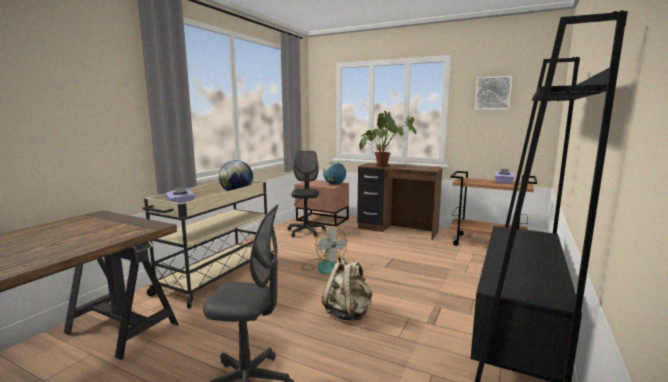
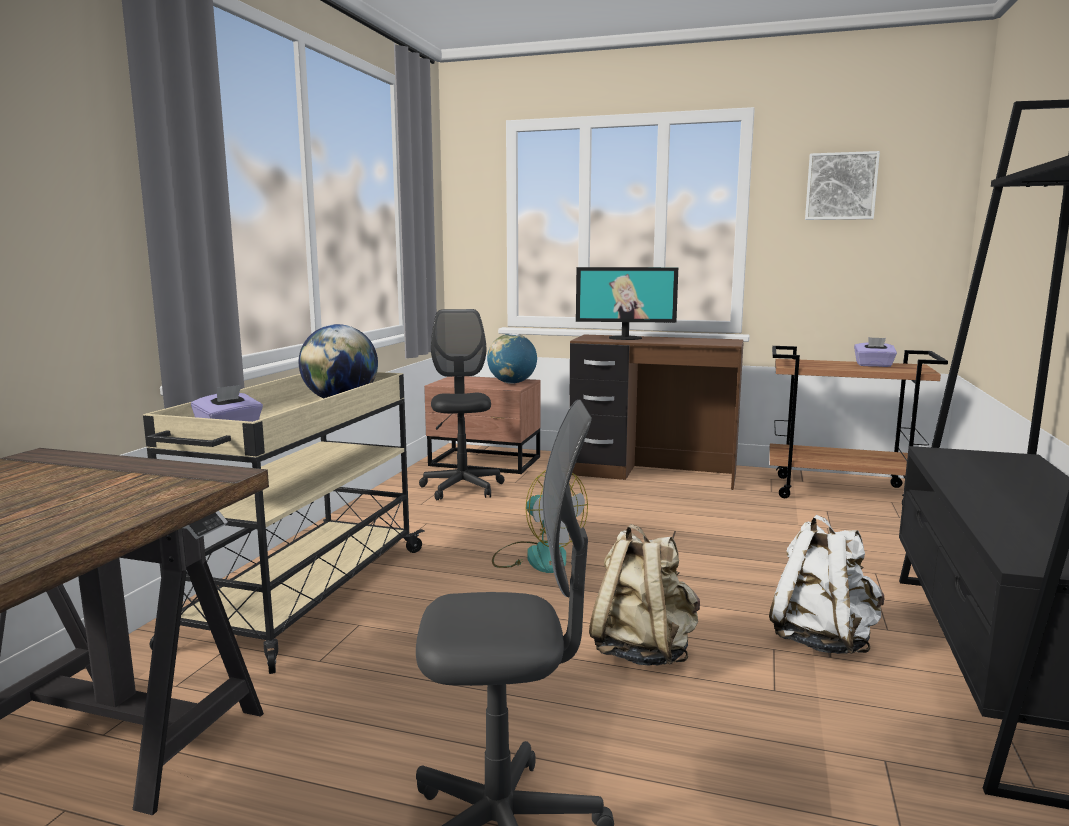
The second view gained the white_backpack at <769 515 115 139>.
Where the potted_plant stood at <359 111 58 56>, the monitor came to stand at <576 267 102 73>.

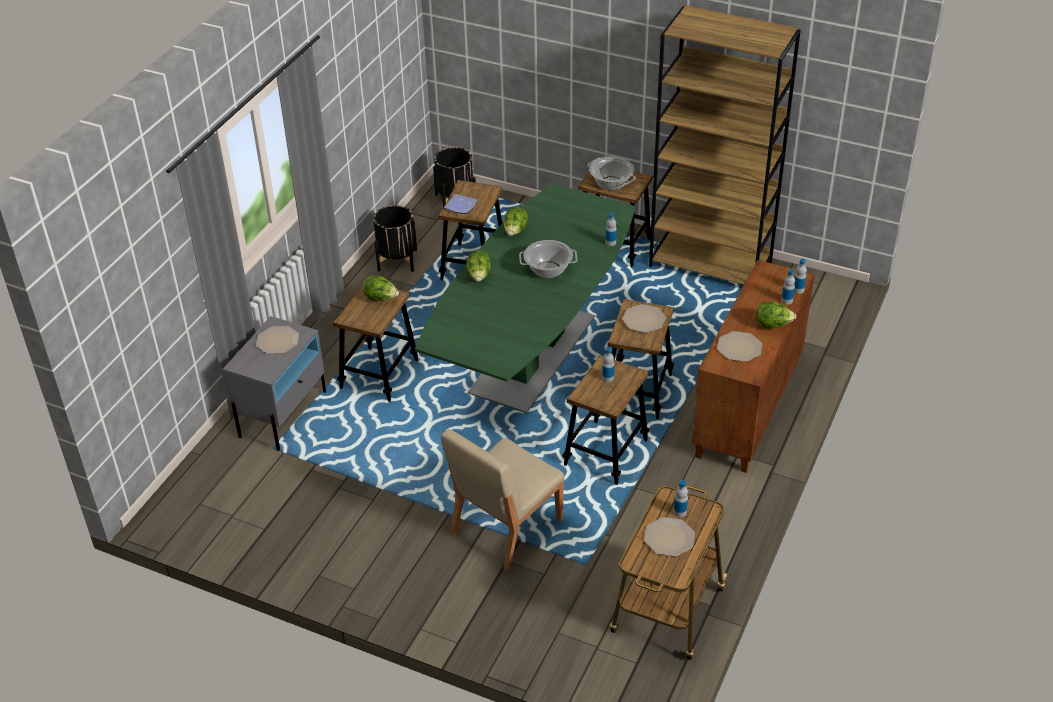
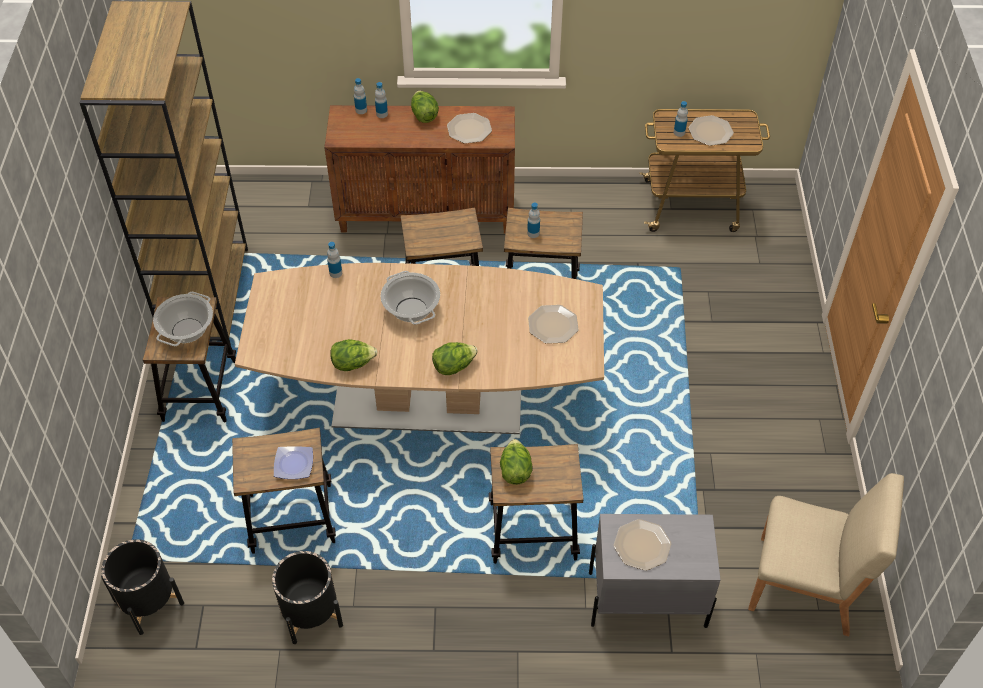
The beige_chair ended up elsewhere, having gone from <440 429 125 142> to <748 473 156 164>.
The plate ended up elsewhere, having gone from <622 304 44 29> to <528 305 51 39>.
What was the green_dining_table at <415 183 220 230> turned into the brown_dining_table at <235 263 369 171>.

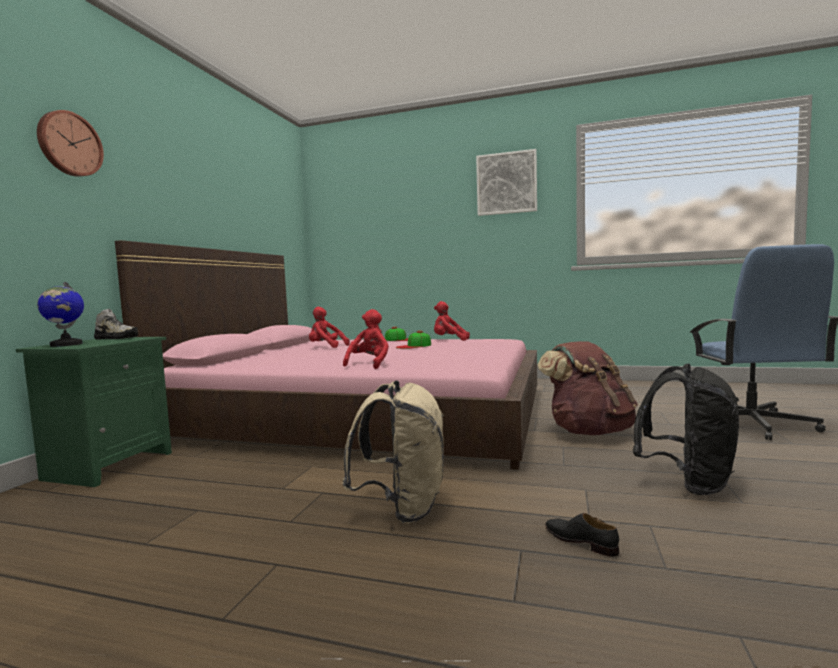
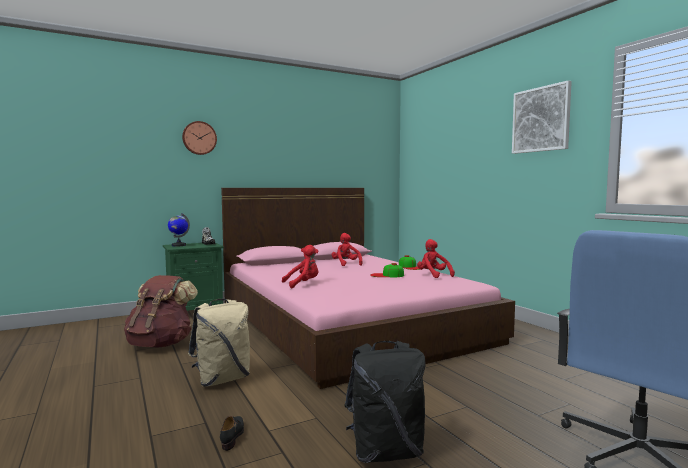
The brown_backpack ended up elsewhere, having gone from <538 341 100 94> to <124 275 74 72>.

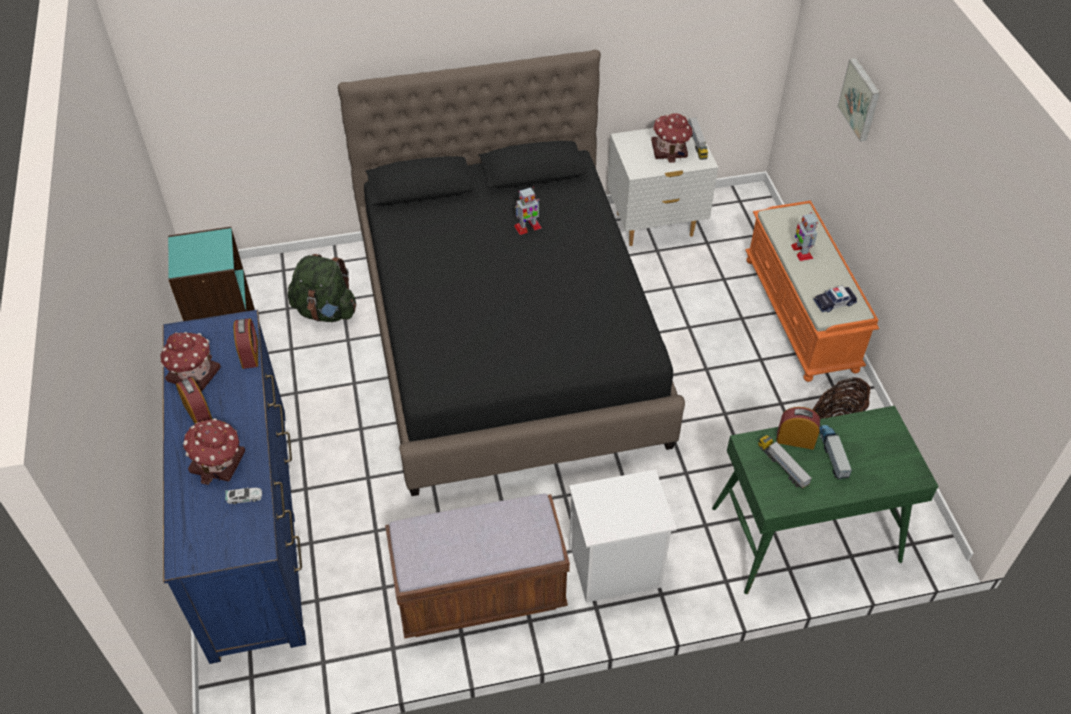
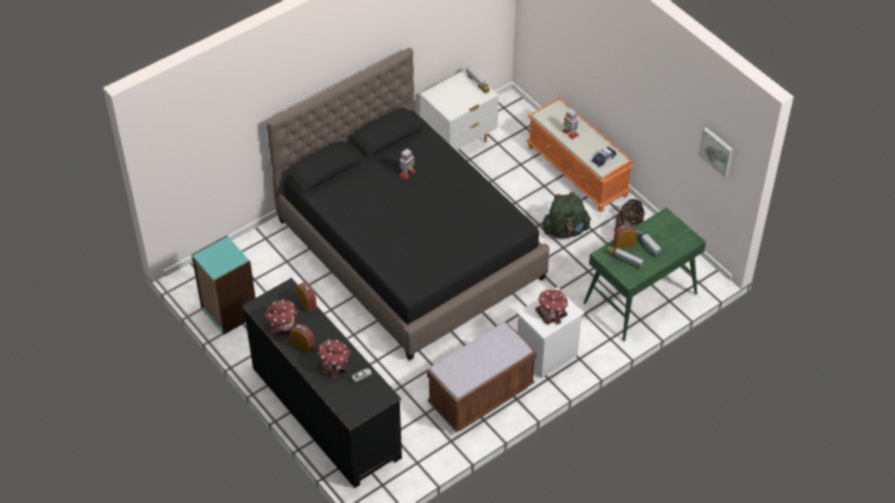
The green_backpack ended up elsewhere, having gone from <288 254 68 68> to <542 192 49 46>.
The toy_house ended up elsewhere, having gone from <651 113 42 50> to <535 289 33 36>.
The picture ended up elsewhere, having gone from <837 58 43 84> to <699 127 34 51>.
What was the blue_dresser at <163 310 143 354> turned into the black_dresser at <242 278 160 210>.

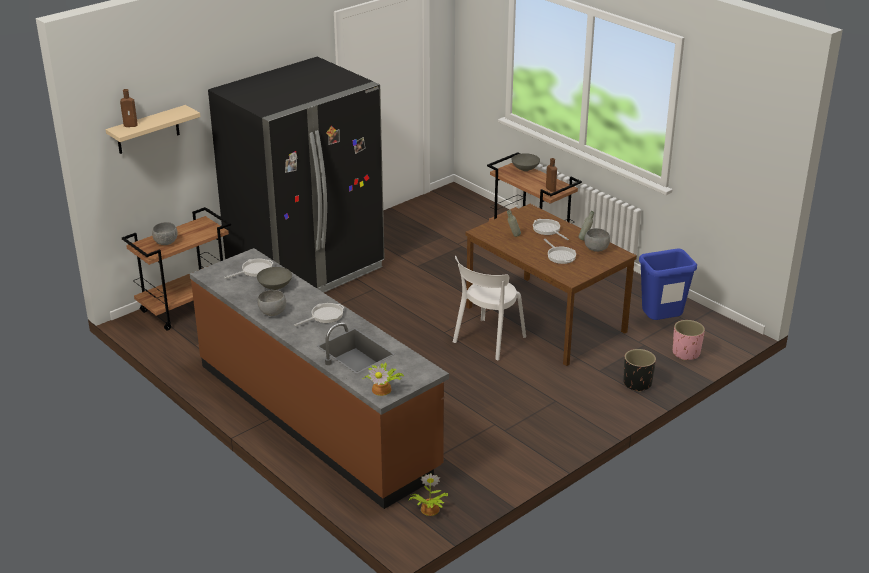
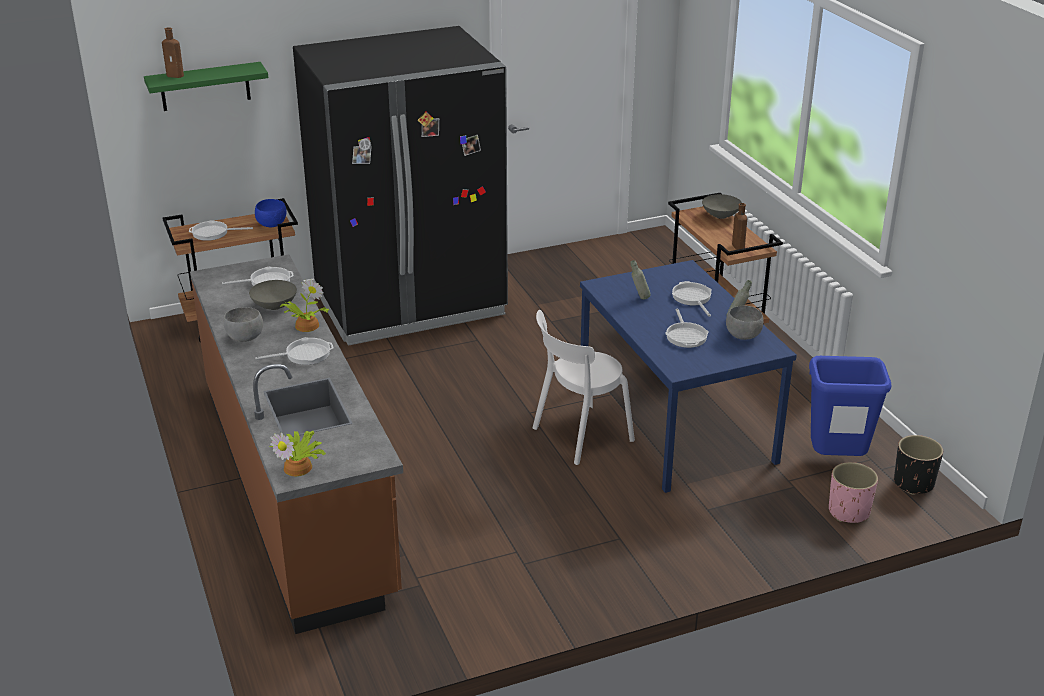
The second view gained the blue_bowl at <255 199 31 28>.
The potted_plant ended up elsewhere, having gone from <409 473 39 43> to <280 279 49 53>.
The black_planter ended up elsewhere, having gone from <623 349 33 43> to <894 435 49 60>.
Where the grey_bowl stood at <152 222 26 23>, the frying_pan came to stand at <189 220 64 21>.
What was the beige_shelf at <105 105 95 49> turned into the green_shelf at <144 62 125 49>.
What was the brown_dining_table at <466 204 171 162> turned into the blue_dining_table at <580 260 217 233>.

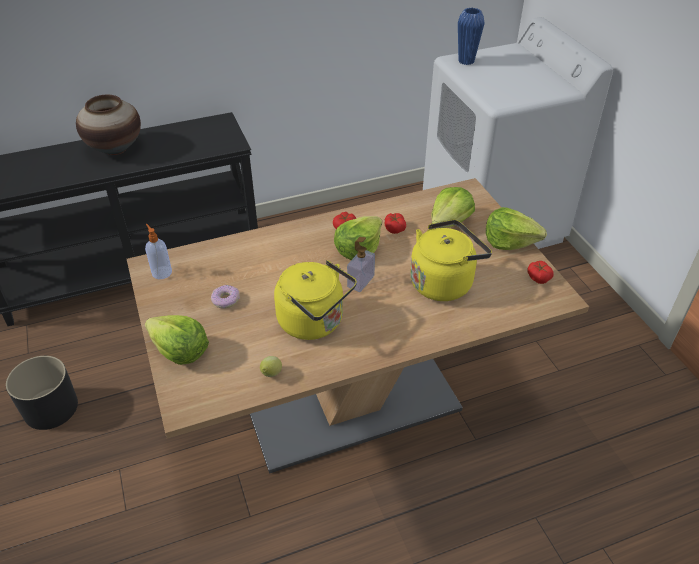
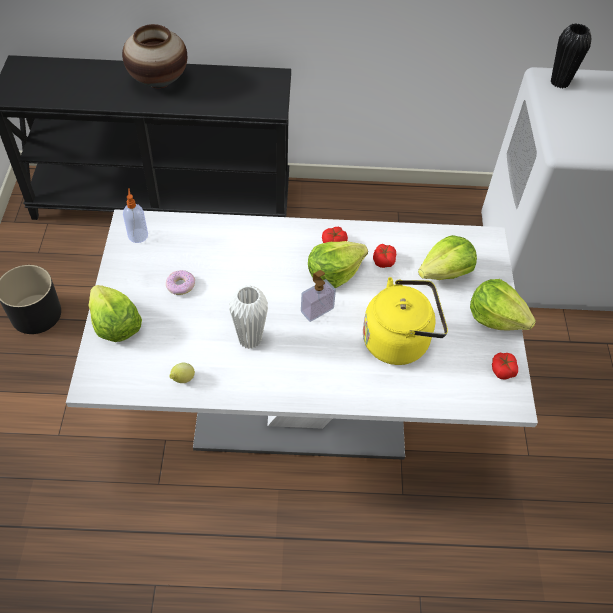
Where the yellow_kettle stood at <274 260 83 80>, the white_vase came to stand at <229 285 39 64>.
What was the brown_dining_table at <127 178 462 296> turned into the white_dining_table at <66 209 472 251>.
What was the blue_vase at <458 8 27 57> turned into the black_vase at <551 23 40 65>.

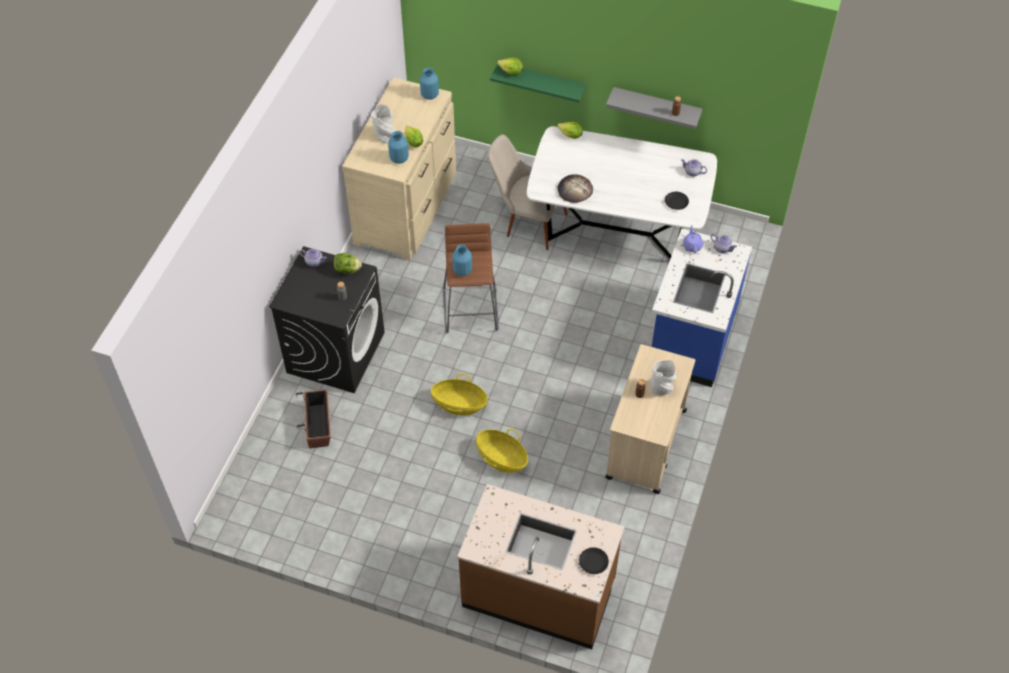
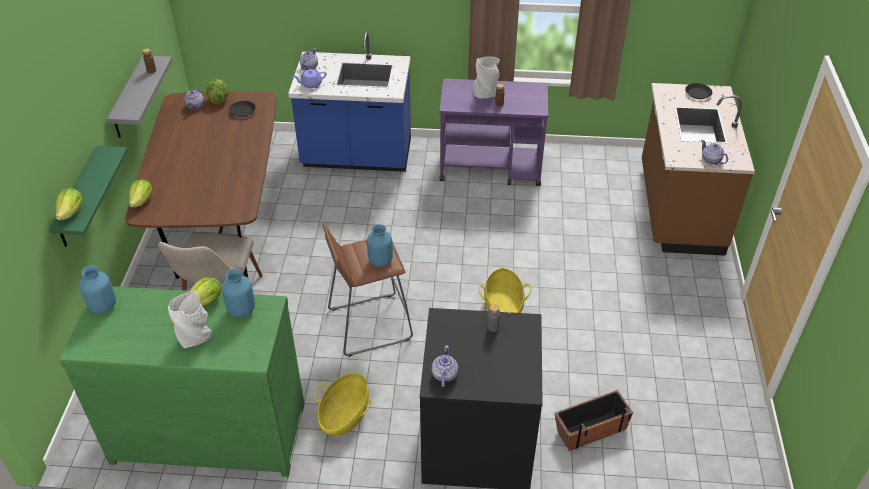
The second view lost the bread at <558 174 35 29>.
The second view gained the teapot at <701 140 27 24>.
The lettuce ended up elsewhere, having gone from <334 253 28 21> to <206 79 22 25>.
The basket ended up elsewhere, having gone from <476 429 52 44> to <314 373 57 63>.
What was the beige_dresser at <342 77 114 184> turned into the green_dresser at <59 286 246 191>.
What was the white_dining_table at <527 126 190 133> turned into the brown_dining_table at <125 91 152 188>.
What was the beige_cart at <605 344 90 150> turned into the purple_cart at <439 79 109 107>.

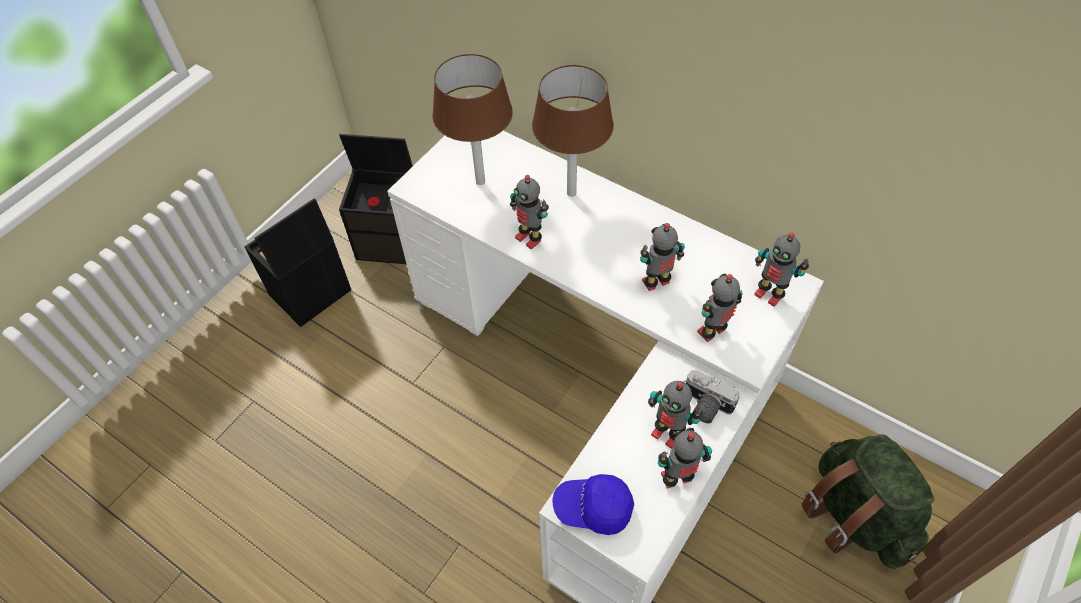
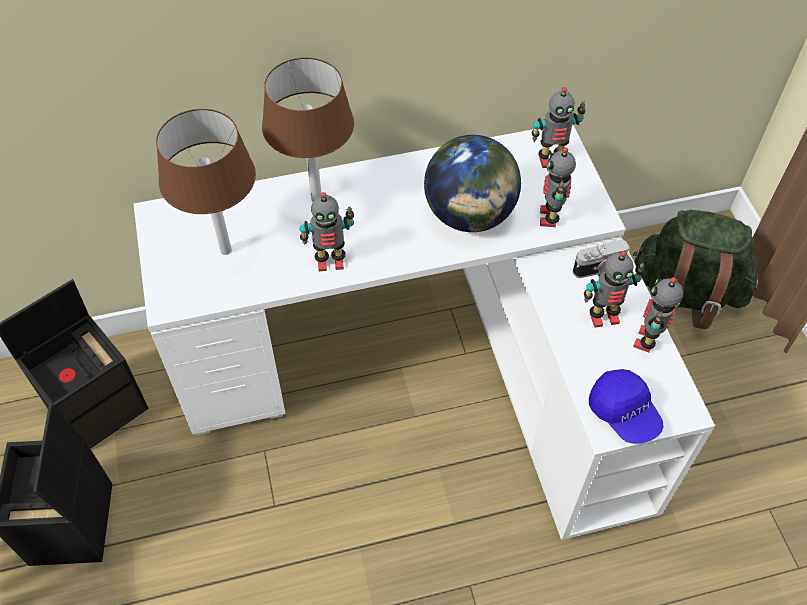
Where the toy_robot stood at <640 223 45 68>, the globe came to stand at <424 135 97 97>.
The blue_cap at <552 474 82 61> ended up facing another way, 75 degrees counterclockwise from before.

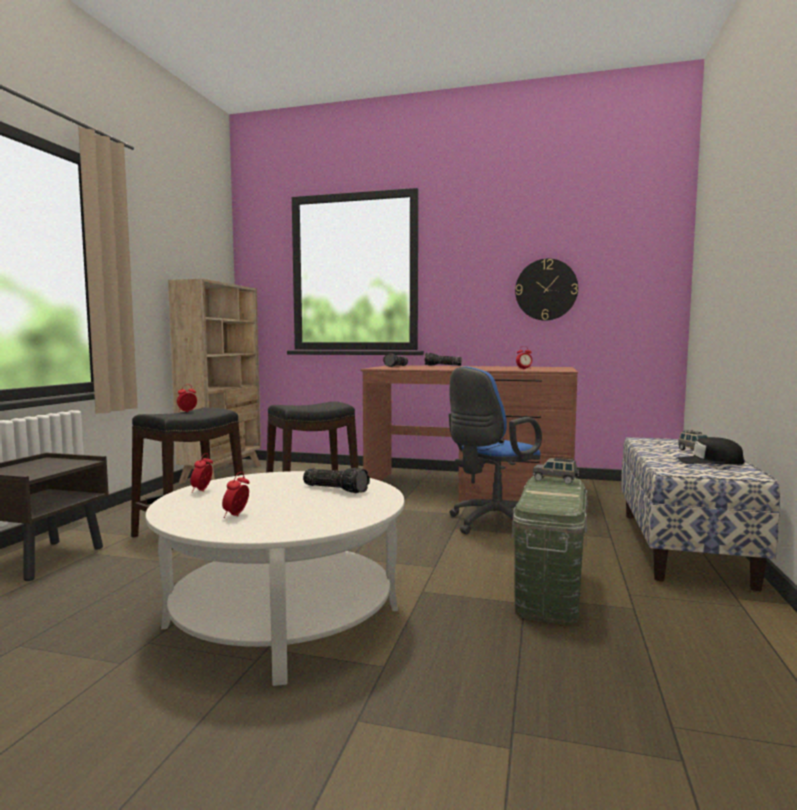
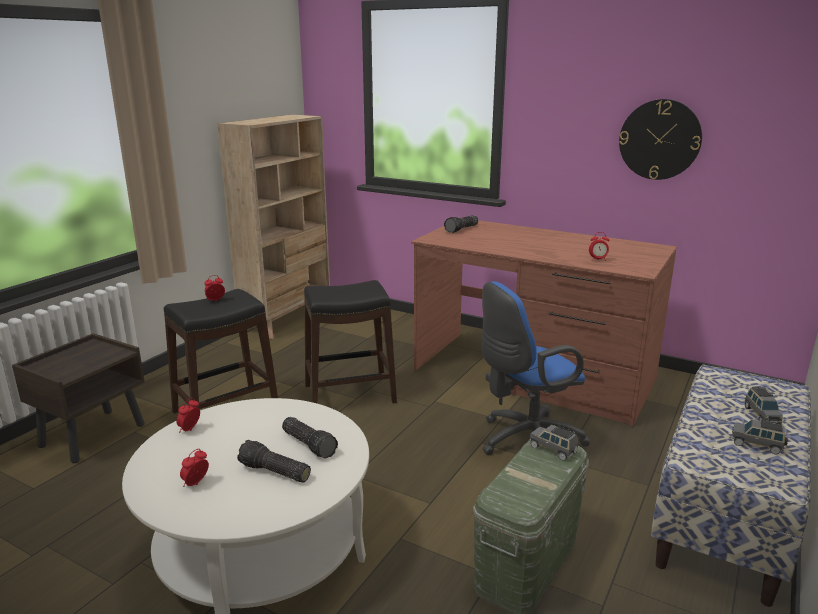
The flashlight ended up elsewhere, having gone from <425 353 37 13> to <237 440 74 42>.
Where the black_cap stood at <677 437 68 28>, the grey_toy_car came to stand at <732 419 56 36>.

